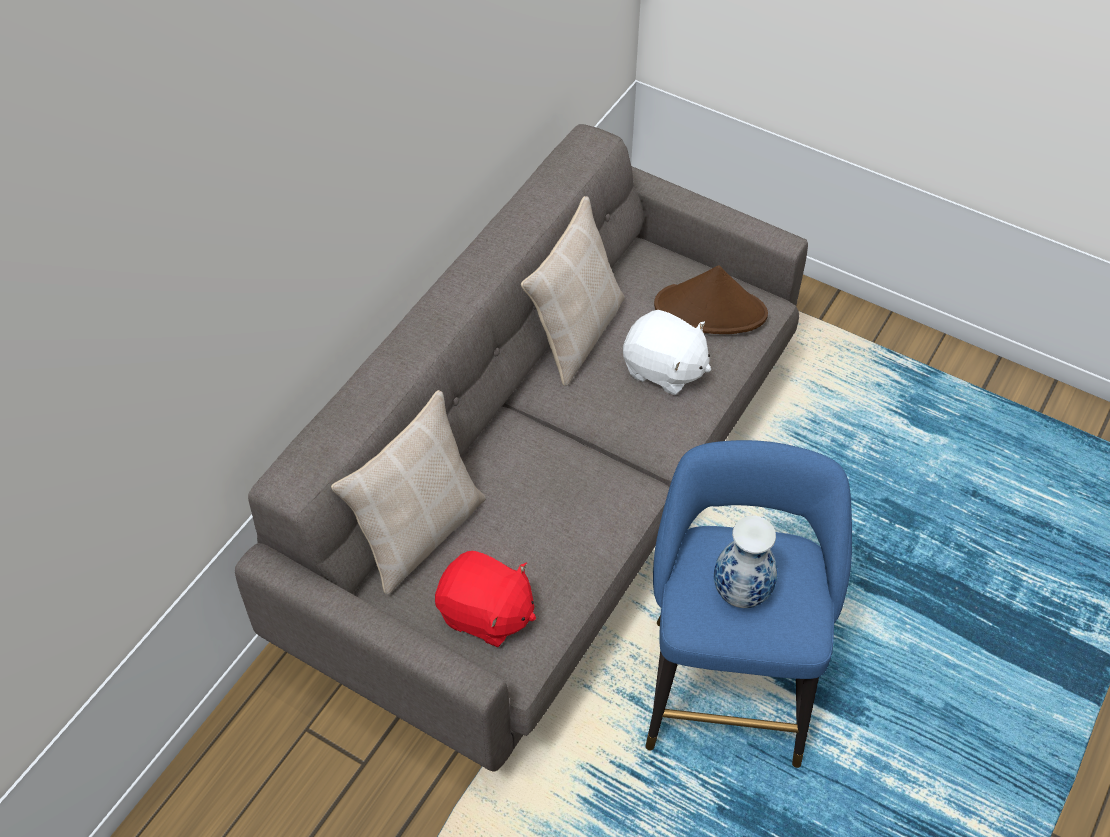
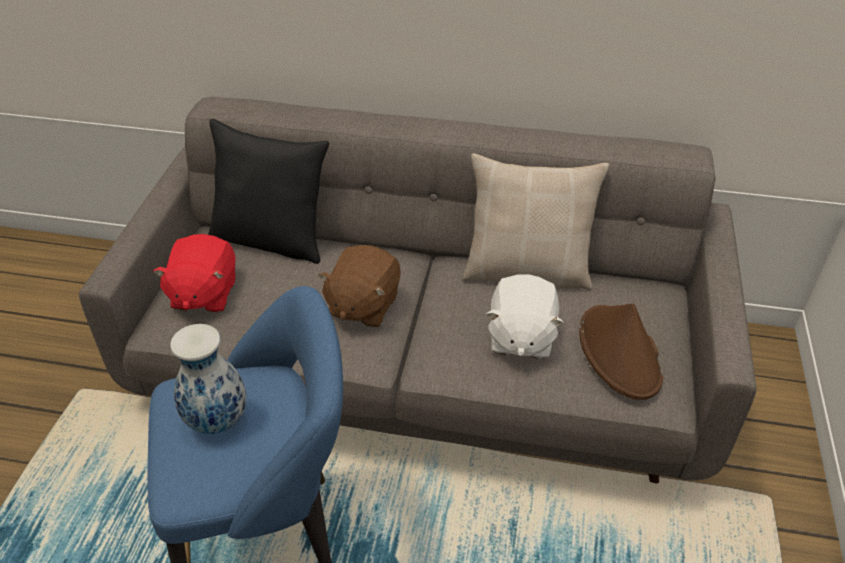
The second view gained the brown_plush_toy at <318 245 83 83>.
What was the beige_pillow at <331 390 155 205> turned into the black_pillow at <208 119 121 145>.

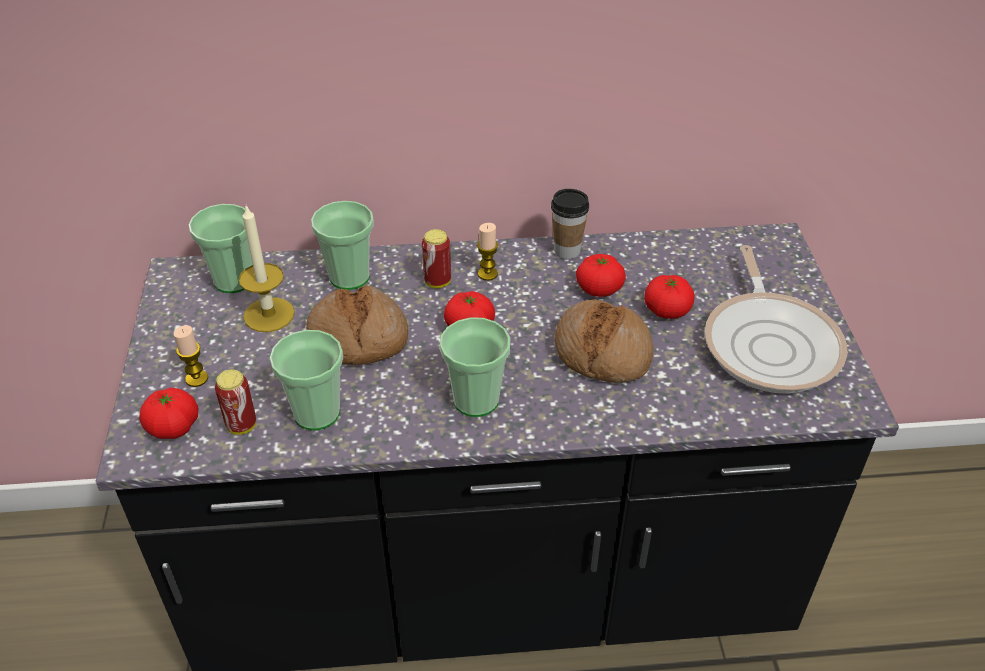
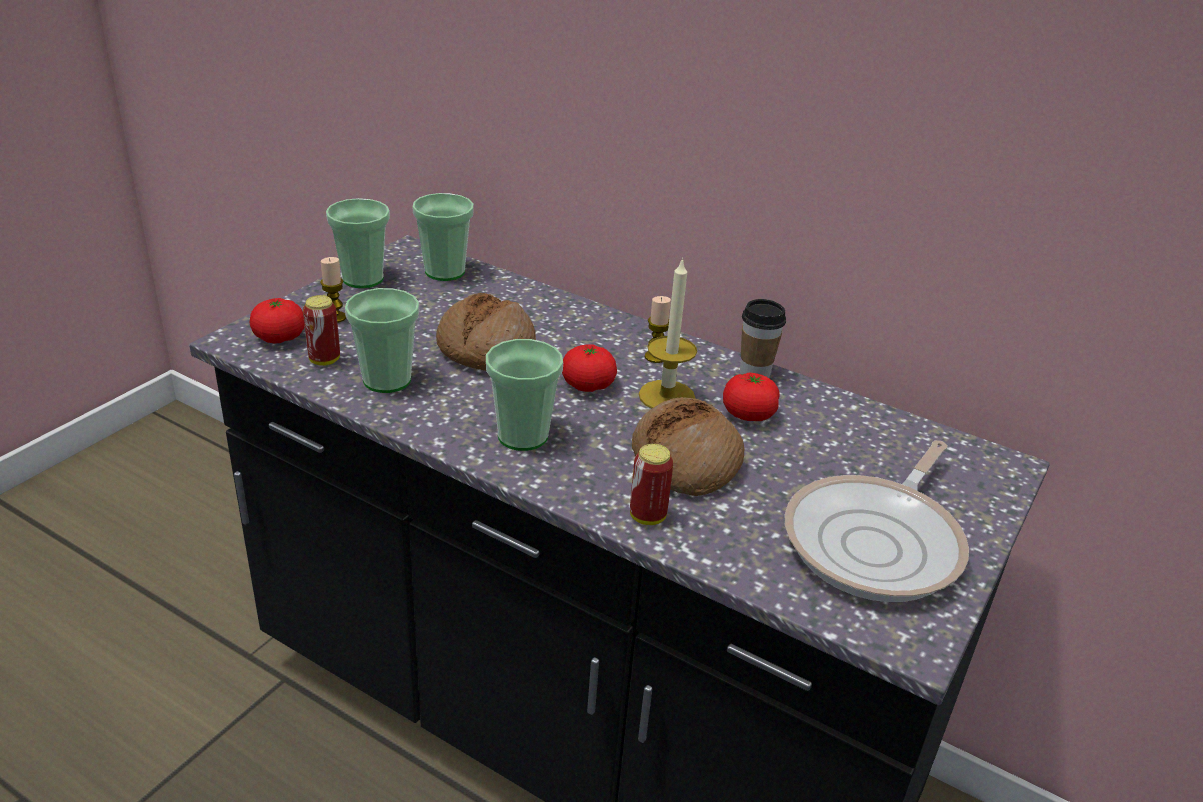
The second view lost the tomato at <644 275 50 44>.
The candle ended up elsewhere, having gone from <239 205 56 127> to <639 257 58 151>.
The cup ended up elsewhere, having gone from <311 201 63 89> to <326 198 64 90>.
The can ended up elsewhere, having gone from <422 229 29 59> to <630 444 43 81>.

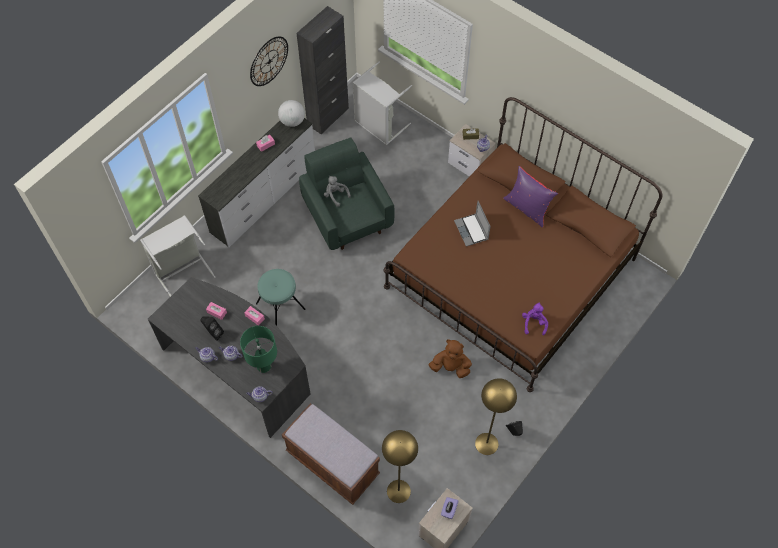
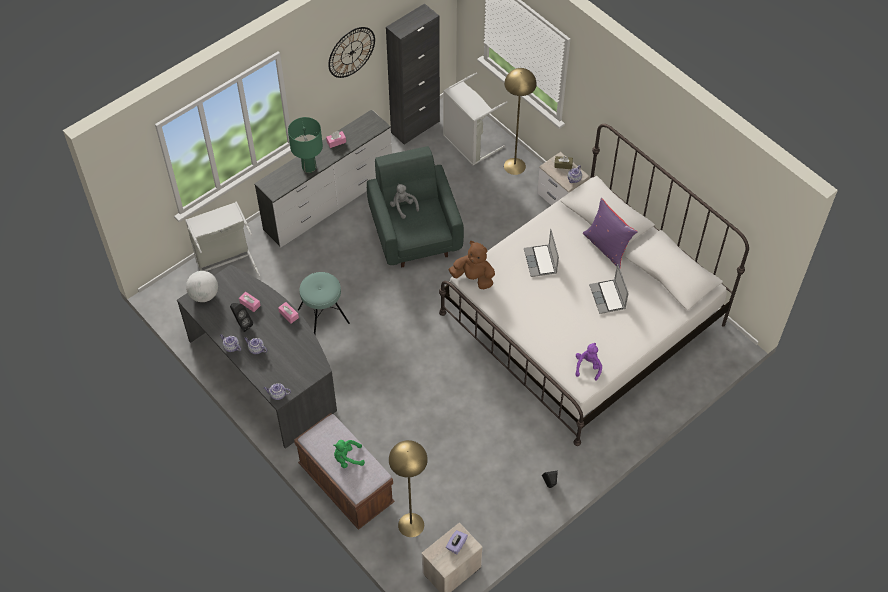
The second view gained the green_plush_toy at <333 440 32 28>.
The second view gained the laptop at <589 264 40 50>.
The green_table_lamp ended up elsewhere, having gone from <240 326 37 47> to <288 117 35 56>.
The globe ended up elsewhere, having gone from <278 100 27 27> to <186 271 32 31>.
The brown_plush_toy ended up elsewhere, having gone from <429 339 43 39> to <449 241 46 48>.
The yellow_floor_lamp ended up elsewhere, having gone from <475 378 42 77> to <504 68 33 107>.
What was the brown_bed at <383 97 280 295> turned into the white_bed at <439 124 310 322>.

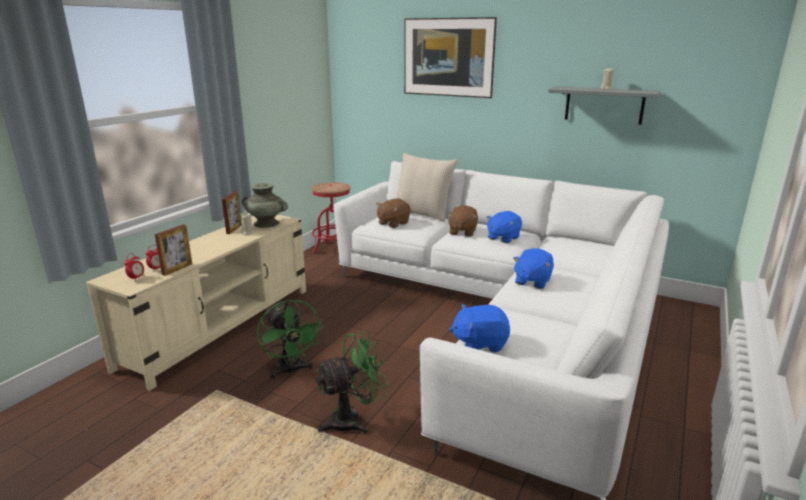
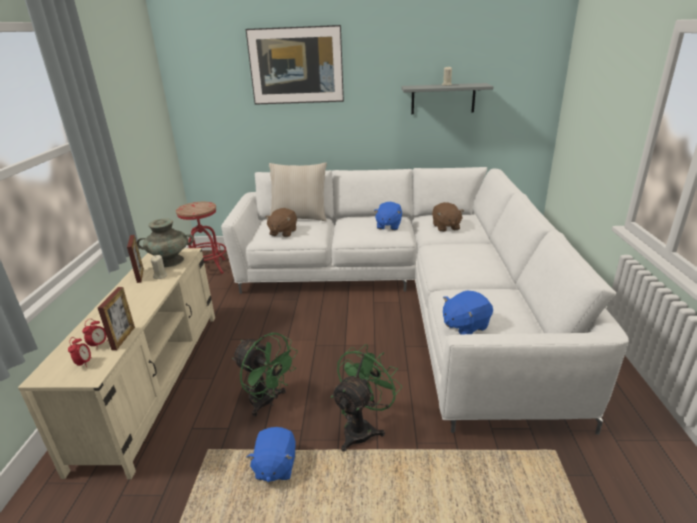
The brown_plush_toy ended up elsewhere, having gone from <447 205 31 32> to <432 202 32 30>.
The blue_plush_toy ended up elsewhere, having gone from <513 248 41 41> to <247 427 48 55>.

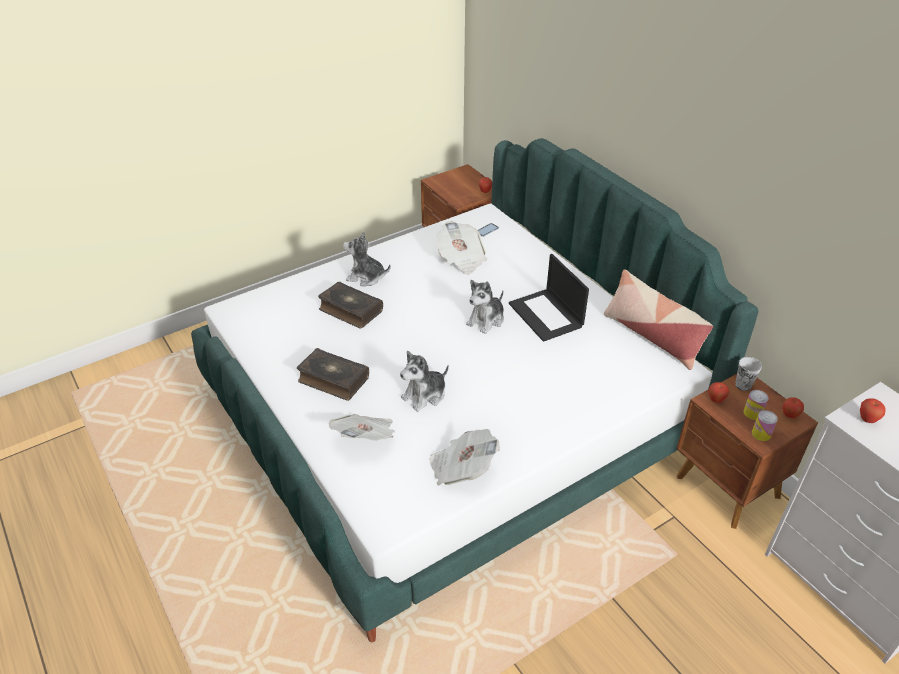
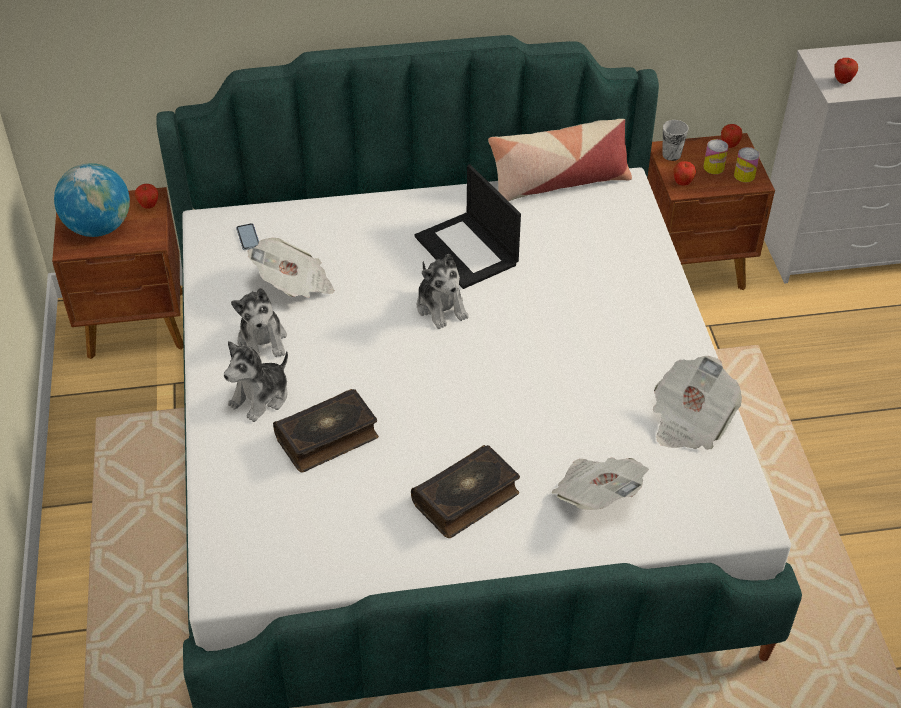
The second view gained the globe at <54 163 76 74>.
The plush_toy ended up elsewhere, having gone from <400 351 49 61> to <231 288 56 69>.
The laptop at <509 254 80 88> ended up facing another way, 60 degrees clockwise from before.

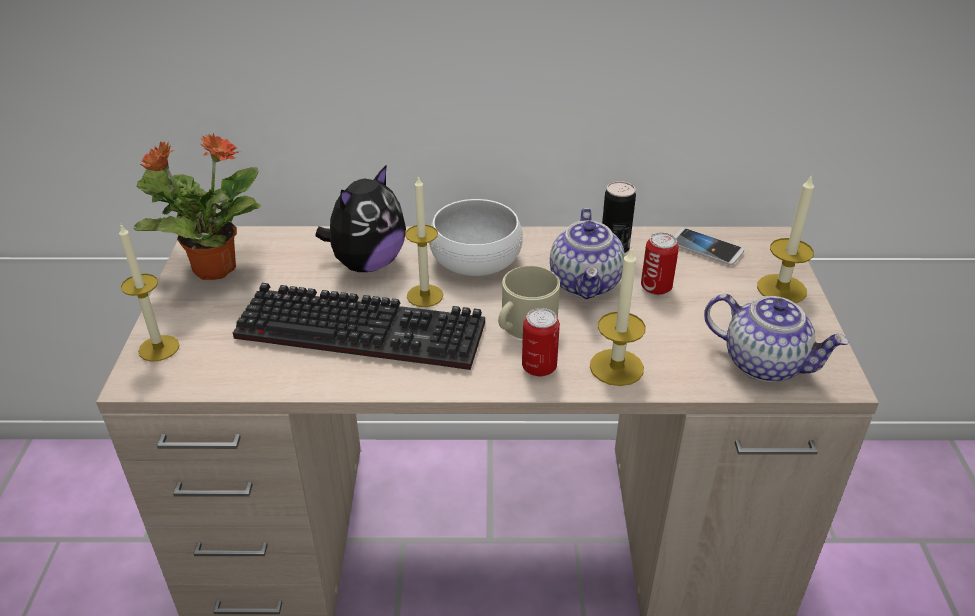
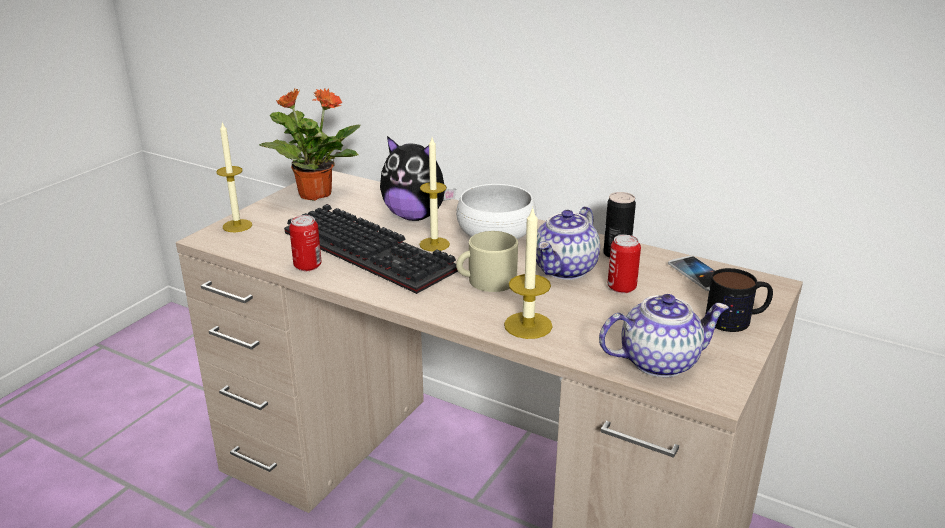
The can ended up elsewhere, having gone from <522 308 38 69> to <289 215 32 56>.
Where the candle stood at <757 174 57 129>, the mug came to stand at <705 268 68 64>.
The plush_toy at <315 164 91 108> ended up facing another way, 45 degrees clockwise from before.
The teapot at <704 294 145 88> ended up facing another way, 75 degrees counterclockwise from before.

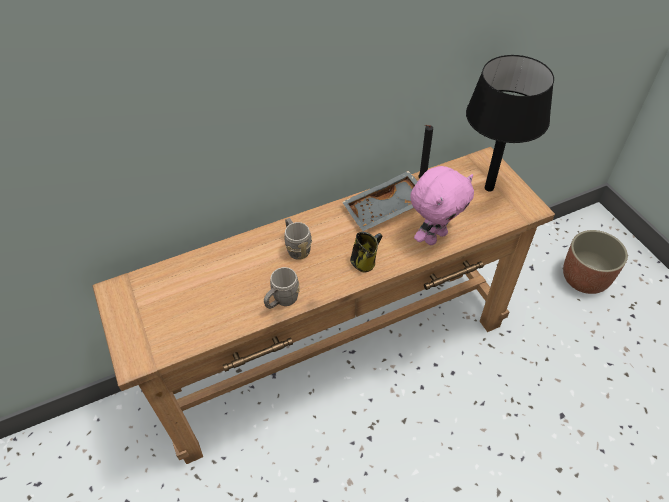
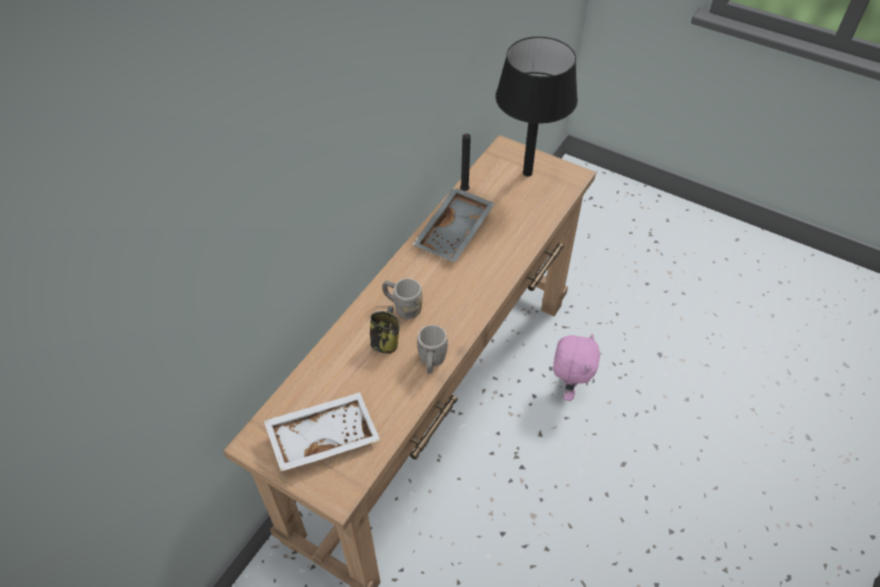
The second view lost the planter at <563 230 65 64>.
The second view gained the white_tray at <264 392 116 79>.
The mug ended up elsewhere, having gone from <350 232 32 40> to <370 306 30 48>.
The pink_plush_toy ended up elsewhere, having gone from <410 166 64 79> to <553 334 47 67>.

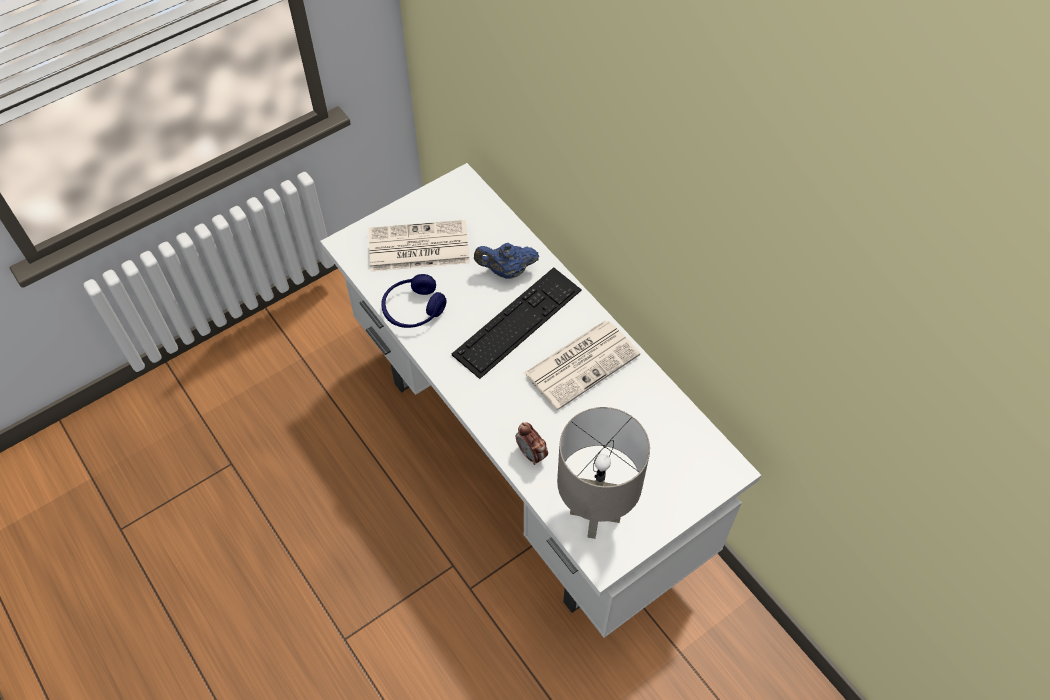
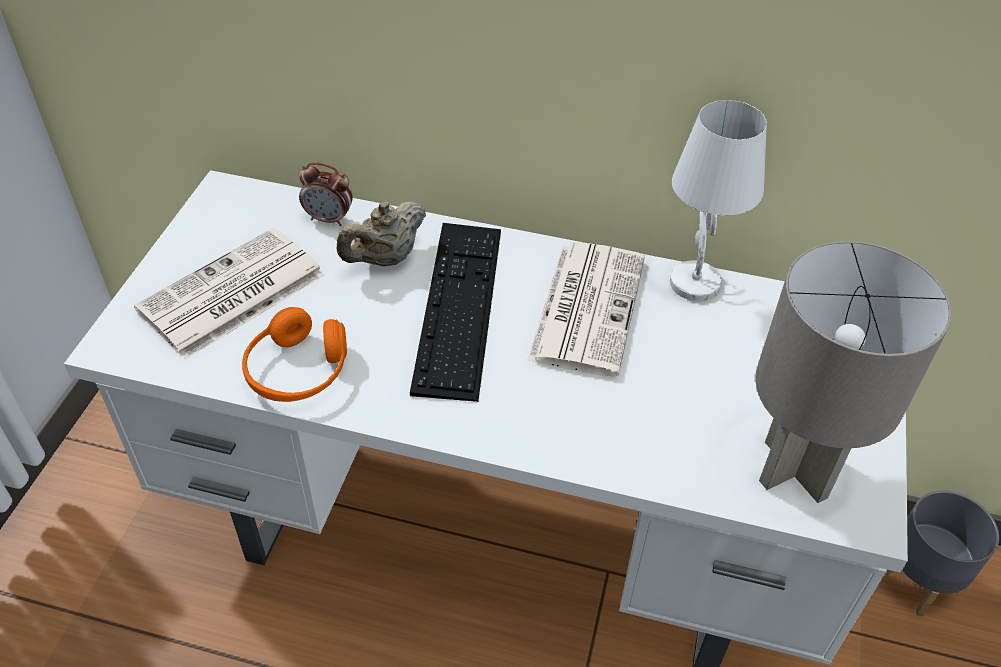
The second view gained the white_table_lamp at <670 100 97 201>.
The second view gained the grey_planter at <883 490 116 127>.
The alarm_clock ended up elsewhere, having gone from <516 422 32 43> to <299 162 54 64>.
What was the blue_headphones at <381 274 66 54> turned into the orange_headphones at <242 307 105 95>.
What was the blue_teapot at <474 243 65 36> turned into the beige_teapot at <337 201 89 65>.

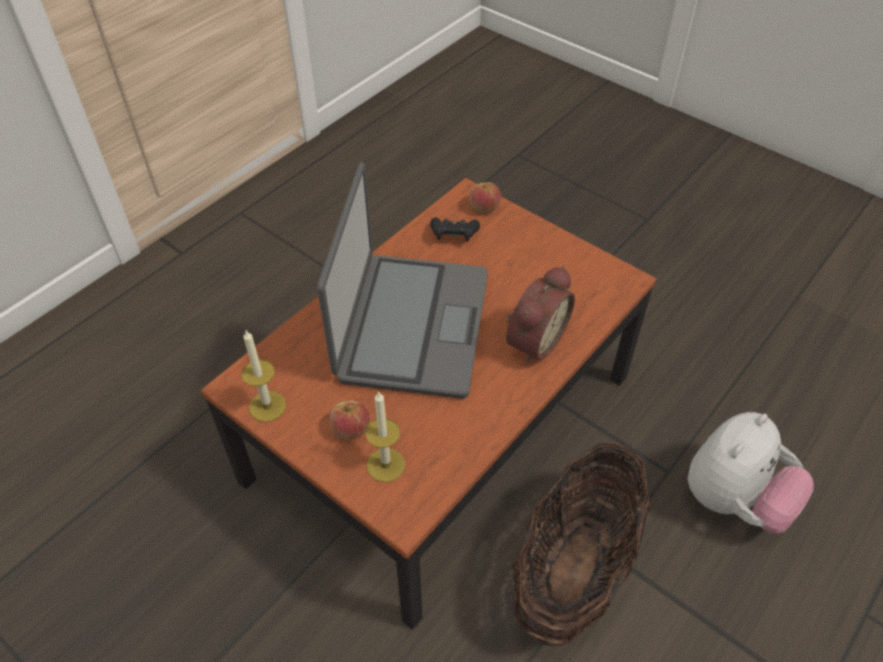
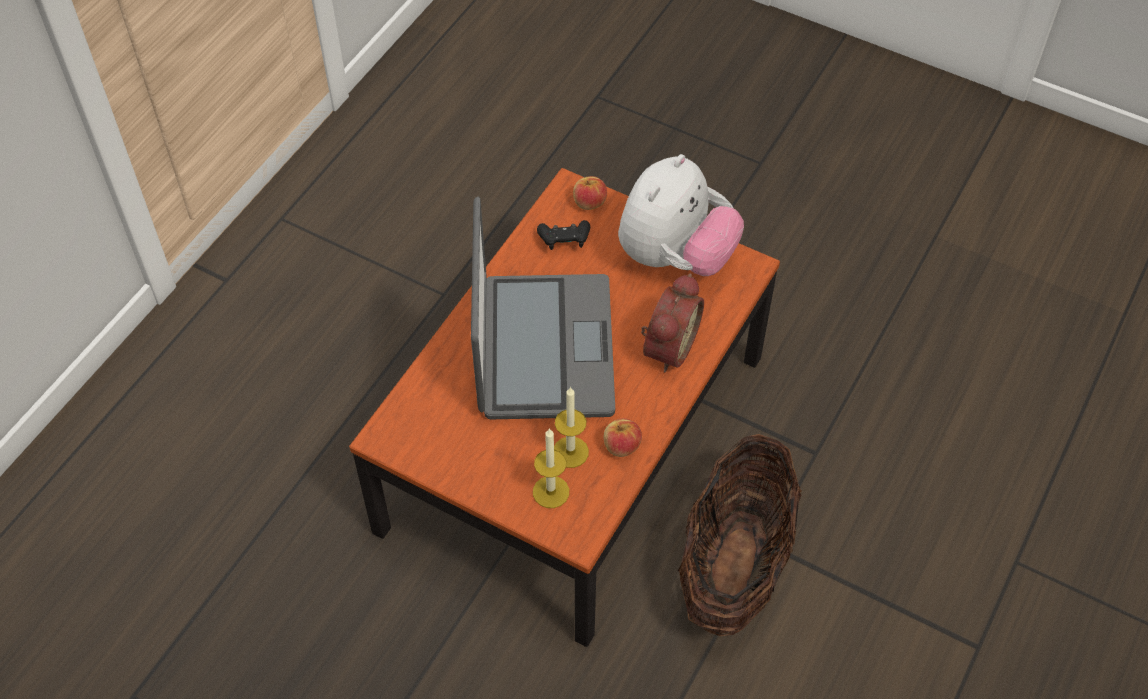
The candle ended up elsewhere, having gone from <241 331 45 91> to <554 387 35 81>.
The apple ended up elsewhere, having gone from <330 400 40 40> to <604 418 38 39>.
The plush_toy ended up elsewhere, having gone from <688 412 126 122> to <618 154 126 122>.

